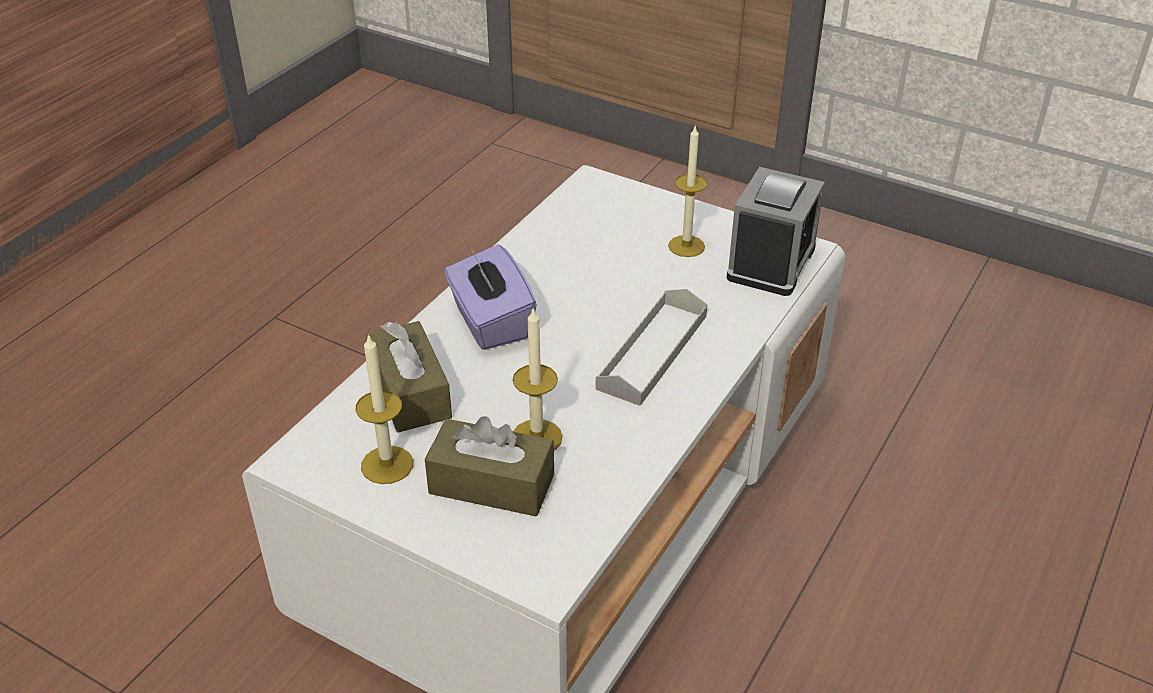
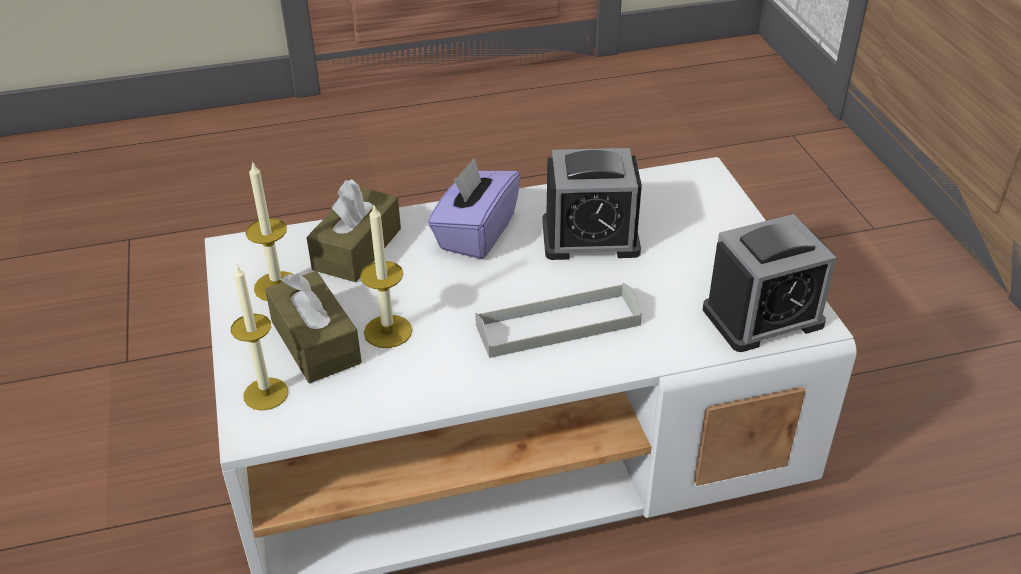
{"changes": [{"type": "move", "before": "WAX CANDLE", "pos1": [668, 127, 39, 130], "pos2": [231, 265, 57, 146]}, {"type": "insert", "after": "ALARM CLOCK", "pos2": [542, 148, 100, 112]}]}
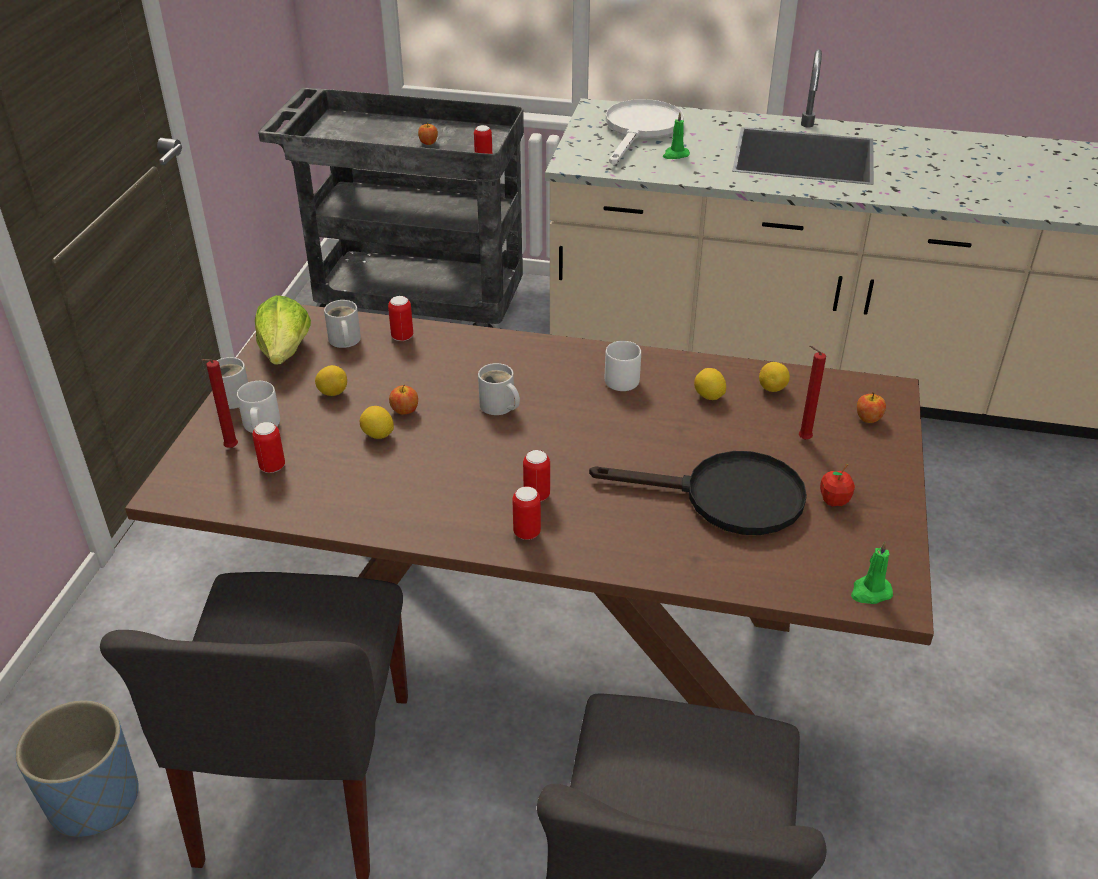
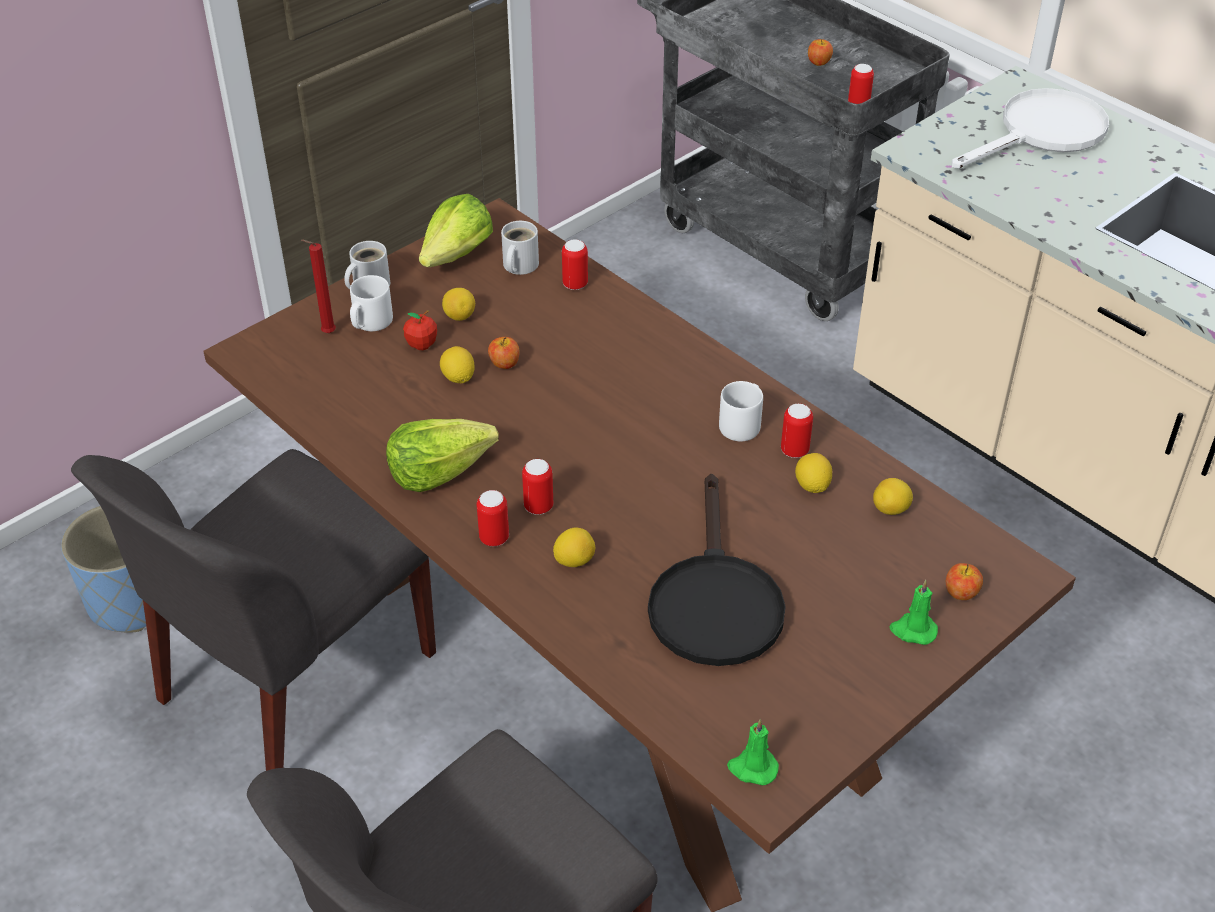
{"changes": [{"type": "move", "before": "GREEN-COLOURED WAX CANDLE", "pos1": [663, 112, 27, 47], "pos2": [890, 580, 48, 65]}, {"type": "delete", "before": "RED WAX CANDLE", "pos1": [799, 346, 27, 94]}, {"type": "delete", "before": "WHITE-COLOURED COFFEE MUG", "pos1": [478, 363, 42, 52]}, {"type": "move", "before": "SEALED CAN", "pos1": [252, 422, 33, 51], "pos2": [781, 404, 32, 54]}, {"type": "rotate", "before": "BLACKISH FRYING PAN", "pos1": [589, 451, 218, 84], "pos2": [648, 474, 138, 192], "turn": 45}, {"type": "move", "before": "WHOLE APPLE", "pos1": [820, 463, 35, 43], "pos2": [403, 310, 34, 40]}, {"type": "insert", "after": "LETTUCE HEAD", "pos2": [386, 419, 113, 73]}, {"type": "insert", "after": "WHOLE LEMON", "pos2": [553, 527, 42, 40]}]}
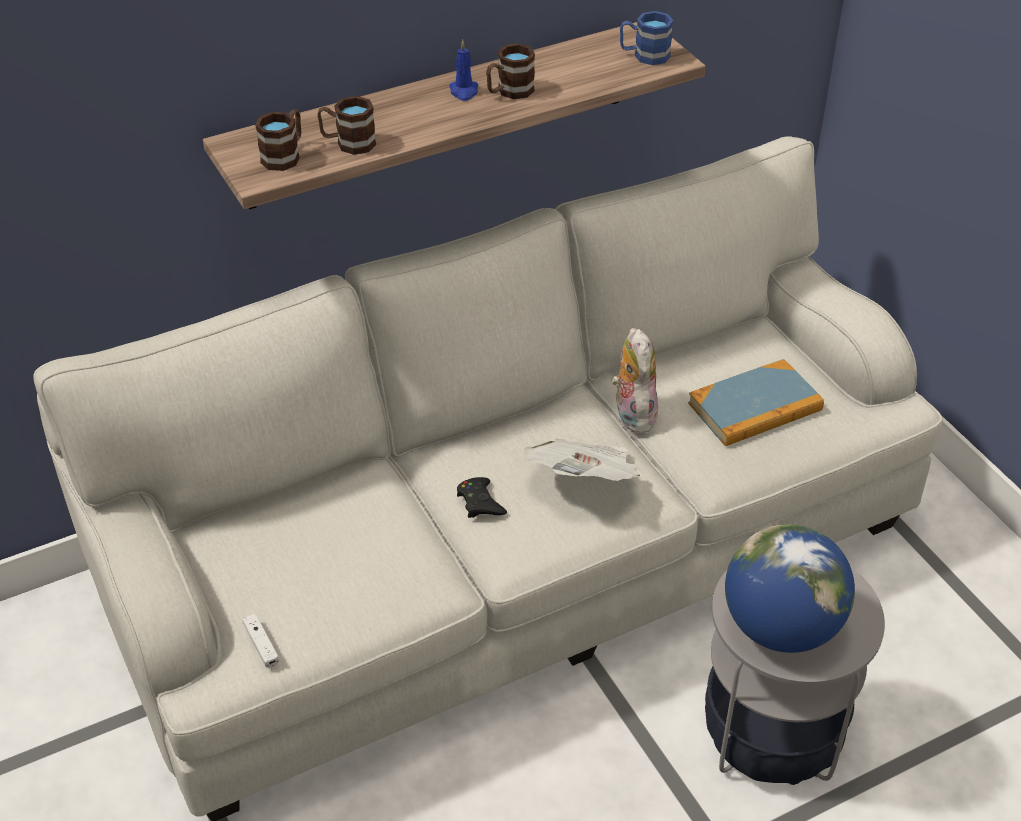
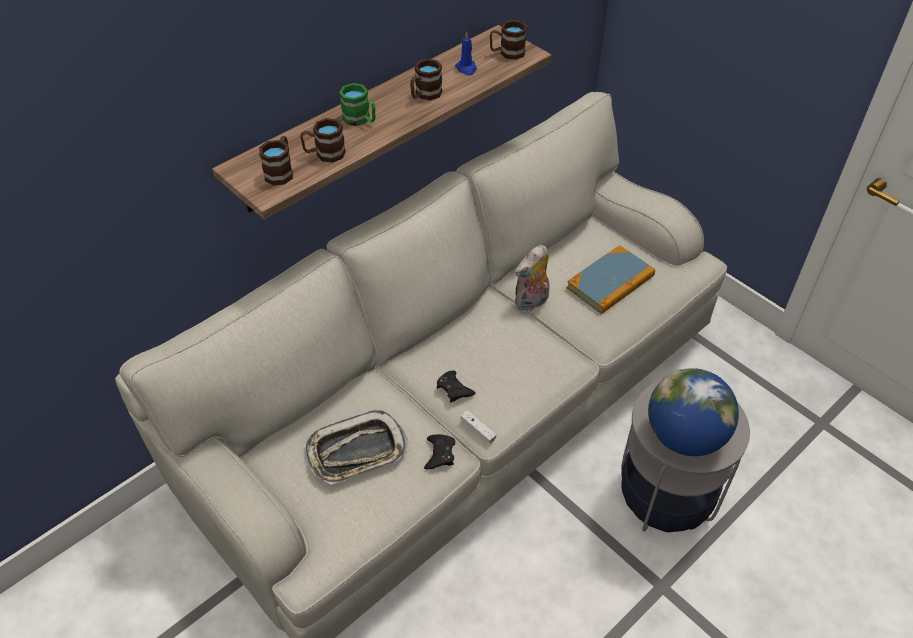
{"changes": [{"type": "recolor", "before": "BLUE COFFEE MUG", "after": "BROWN-COLOURED COFFEE MUG", "pos1": [620, 11, 54, 54], "pos2": [490, 20, 37, 40]}, {"type": "move", "before": "BLUE WAX CANDLE", "pos1": [449, 40, 29, 61], "pos2": [455, 32, 22, 43]}, {"type": "rotate", "before": "SOFT TOY", "pos1": [612, 328, 46, 105], "pos2": [515, 245, 34, 66], "turn": -105}, {"type": "delete", "before": "PRINTED PAPER", "pos1": [524, 438, 116, 43]}, {"type": "move", "before": "WHITE-COLOURED JOYPAD", "pos1": [242, 614, 37, 54], "pos2": [461, 410, 35, 33]}, {"type": "insert", "after": "GREEN-COLOURED COFFEE MUG", "pos2": [339, 83, 36, 43]}, {"type": "insert", "after": "TRAY", "pos2": [306, 410, 102, 75]}, {"type": "insert", "after": "BLACKISH JOYPAD", "pos2": [424, 434, 31, 36]}]}
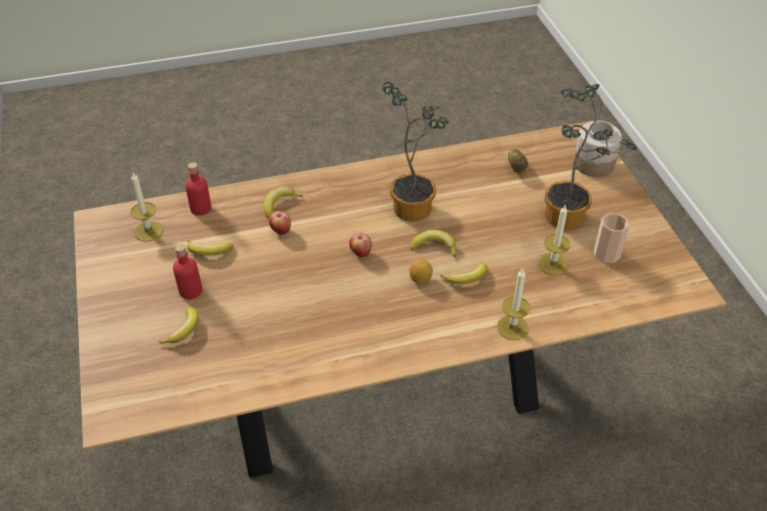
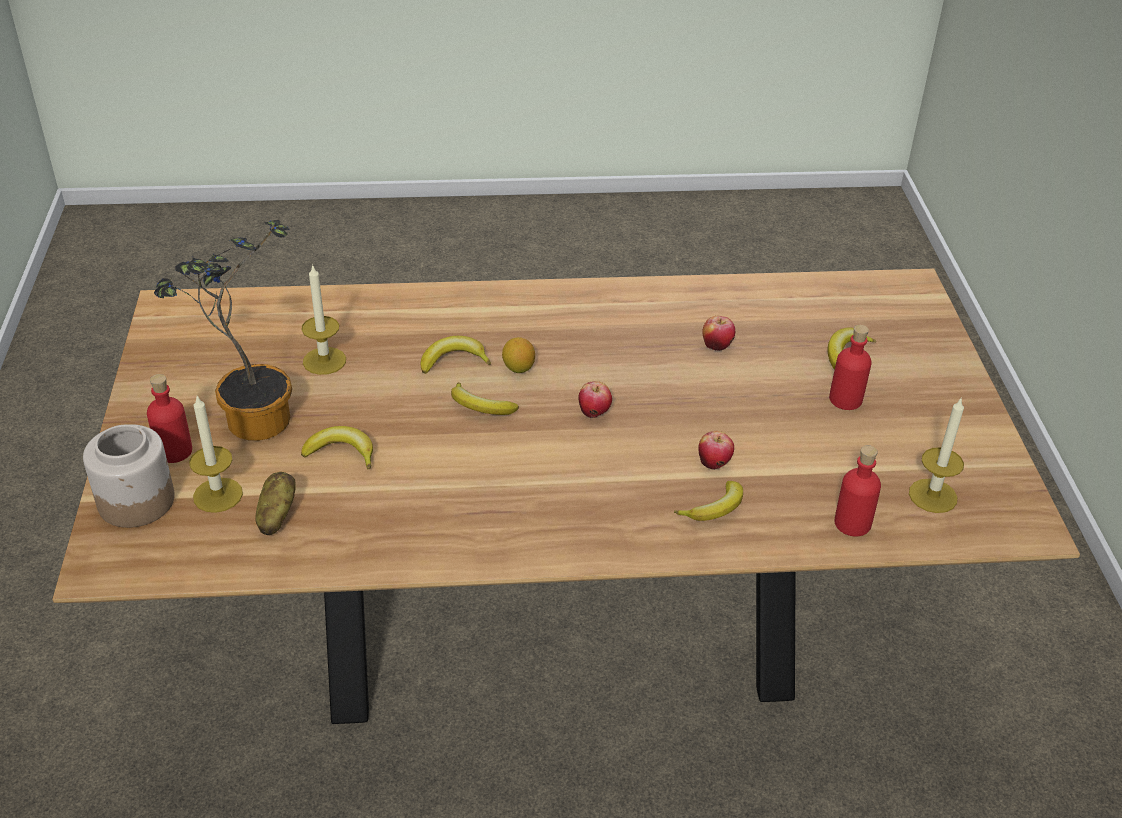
{"changes": [{"type": "delete", "before": "HOUSEPLANT", "pos1": [382, 81, 67, 141]}, {"type": "delete", "before": "SMALL CUP", "pos1": [594, 213, 35, 50]}, {"type": "move", "before": "WHOLE BANANA", "pos1": [187, 240, 47, 15], "pos2": [301, 426, 72, 44]}, {"type": "move", "before": "WAX CANDLE", "pos1": [497, 268, 33, 72], "pos2": [189, 396, 54, 117]}, {"type": "insert", "after": "WHOLE APPLE", "pos2": [702, 316, 33, 35]}, {"type": "insert", "after": "RED BOTTLE", "pos2": [147, 374, 45, 89]}]}
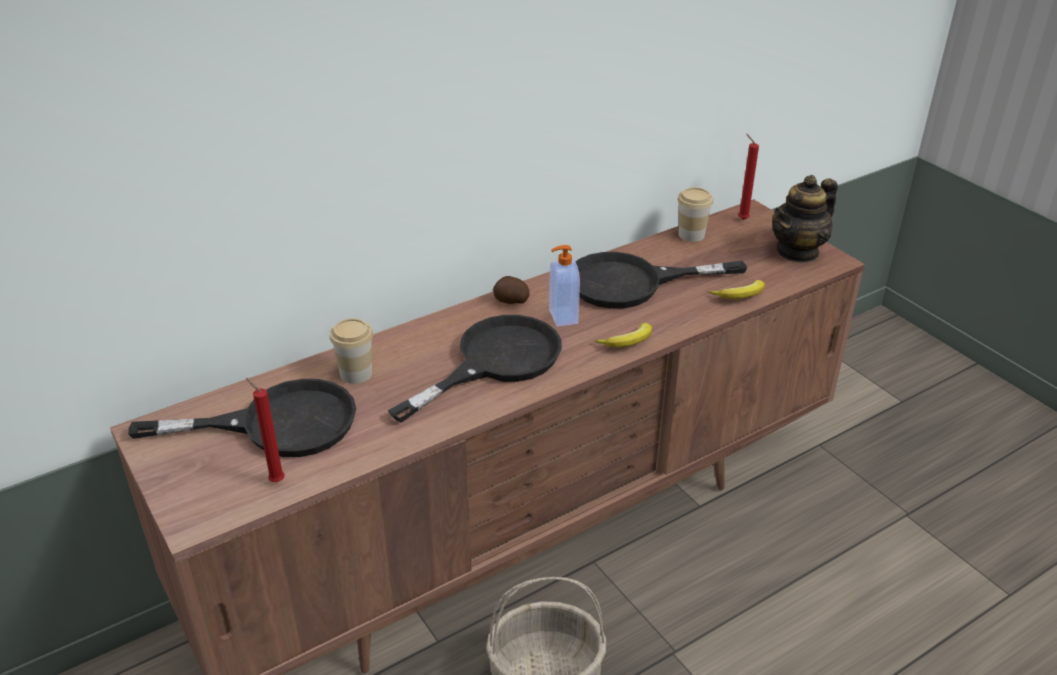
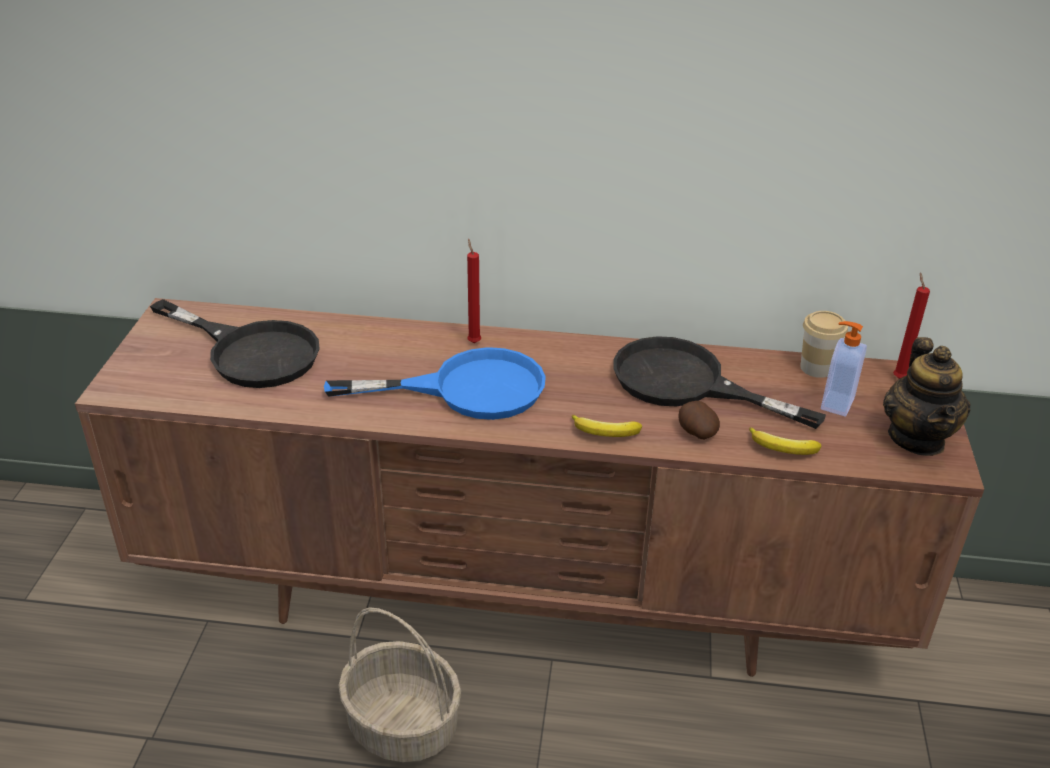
{"changes": [{"type": "rotate", "before": "TEAPOT", "pos1": [772, 175, 66, 88], "pos2": [883, 337, 88, 119], "turn": -90}, {"type": "move", "before": "LIQUID SOAP BOTTLE", "pos1": [549, 245, 31, 82], "pos2": [821, 321, 46, 96]}, {"type": "move", "before": "POTATO", "pos1": [493, 276, 37, 28], "pos2": [678, 401, 42, 39]}, {"type": "recolor", "before": "BLACKISH FRYING PAN", "after": "BLUE FRYING PAN", "pos1": [387, 315, 175, 108], "pos2": [324, 347, 222, 73]}, {"type": "delete", "before": "SMALL CUP", "pos1": [330, 318, 43, 66]}, {"type": "move", "before": "RED WAX CANDLE", "pos1": [246, 378, 39, 104], "pos2": [467, 239, 14, 104]}]}
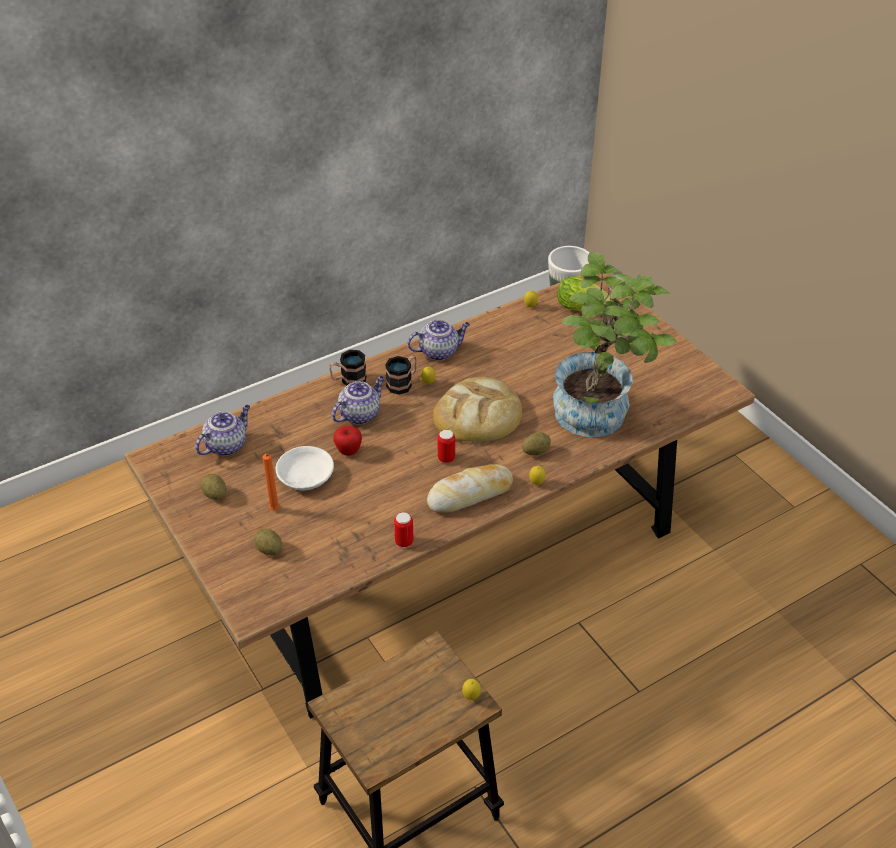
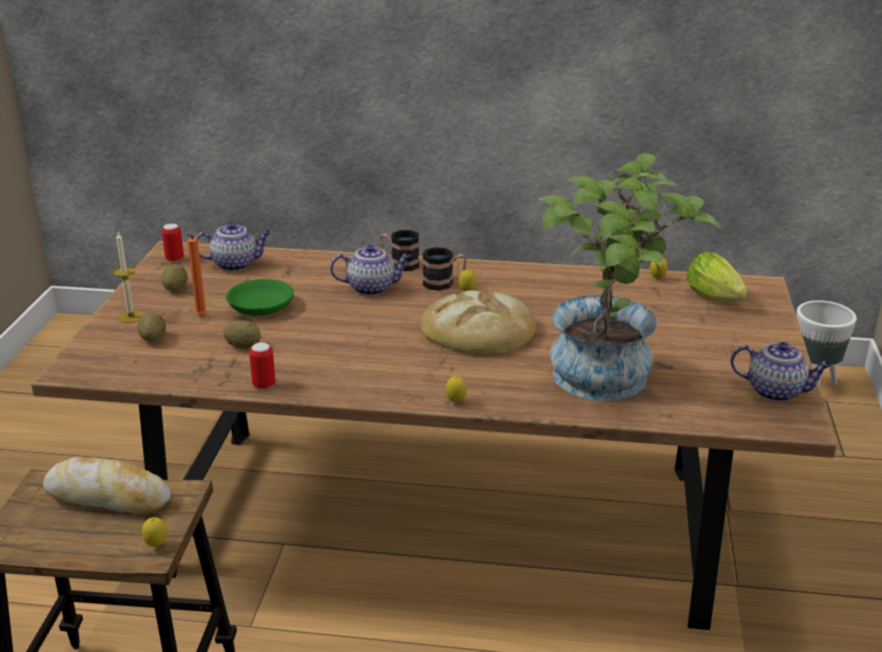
{"changes": [{"type": "move", "before": "TEAPOT", "pos1": [407, 319, 63, 42], "pos2": [730, 342, 102, 60]}, {"type": "delete", "before": "WHOLE APPLE", "pos1": [333, 426, 29, 30]}, {"type": "move", "before": "SEALED CAN", "pos1": [438, 430, 17, 33], "pos2": [162, 223, 22, 39]}, {"type": "move", "before": "POTATO", "pos1": [522, 432, 29, 23], "pos2": [223, 320, 38, 29]}, {"type": "recolor", "before": "WHITE-COLOURED DEEP DISH", "after": "GREEN-COLOURED DEEP DISH", "pos1": [276, 446, 58, 45], "pos2": [226, 279, 68, 37]}, {"type": "move", "before": "BREAD", "pos1": [427, 464, 86, 49], "pos2": [43, 457, 128, 57]}, {"type": "insert", "after": "WAX CANDLE", "pos2": [113, 232, 31, 91]}]}
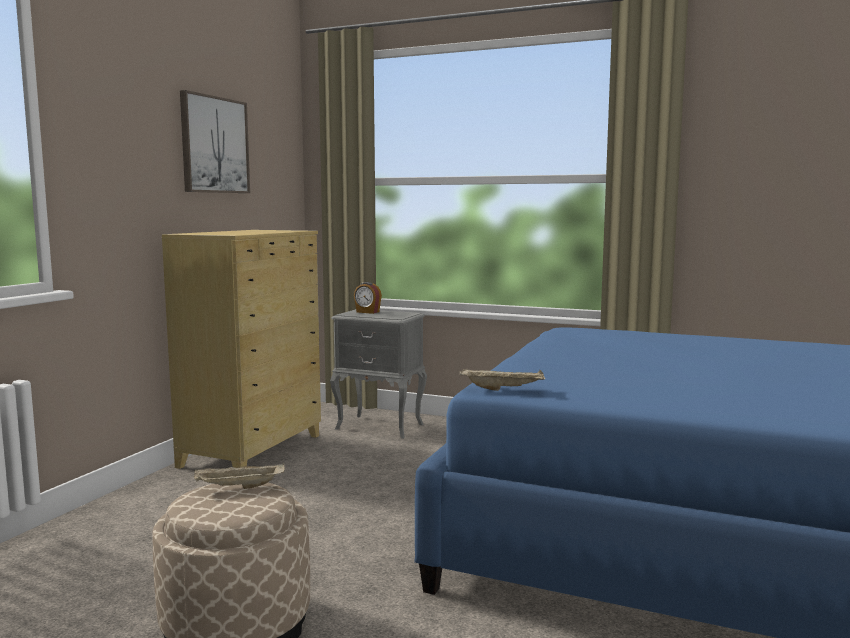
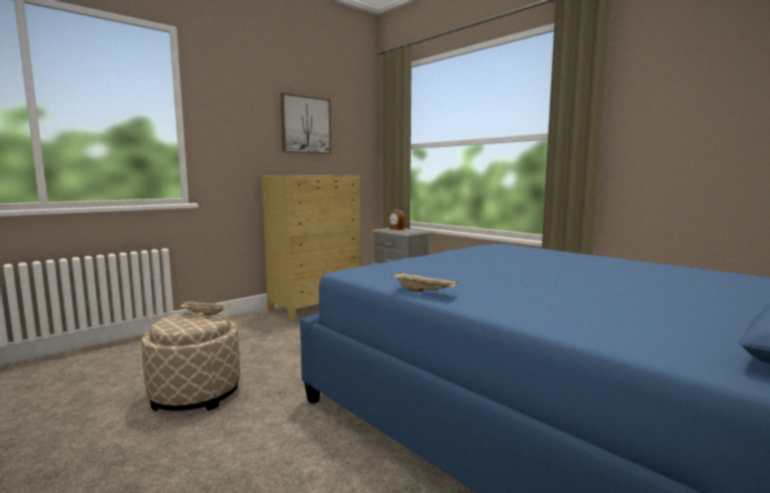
{"changes": [{"type": "move", "before": "BEIGE-COLOURED TRAY", "pos1": [460, 369, 85, 22], "pos2": [391, 272, 67, 20]}]}
